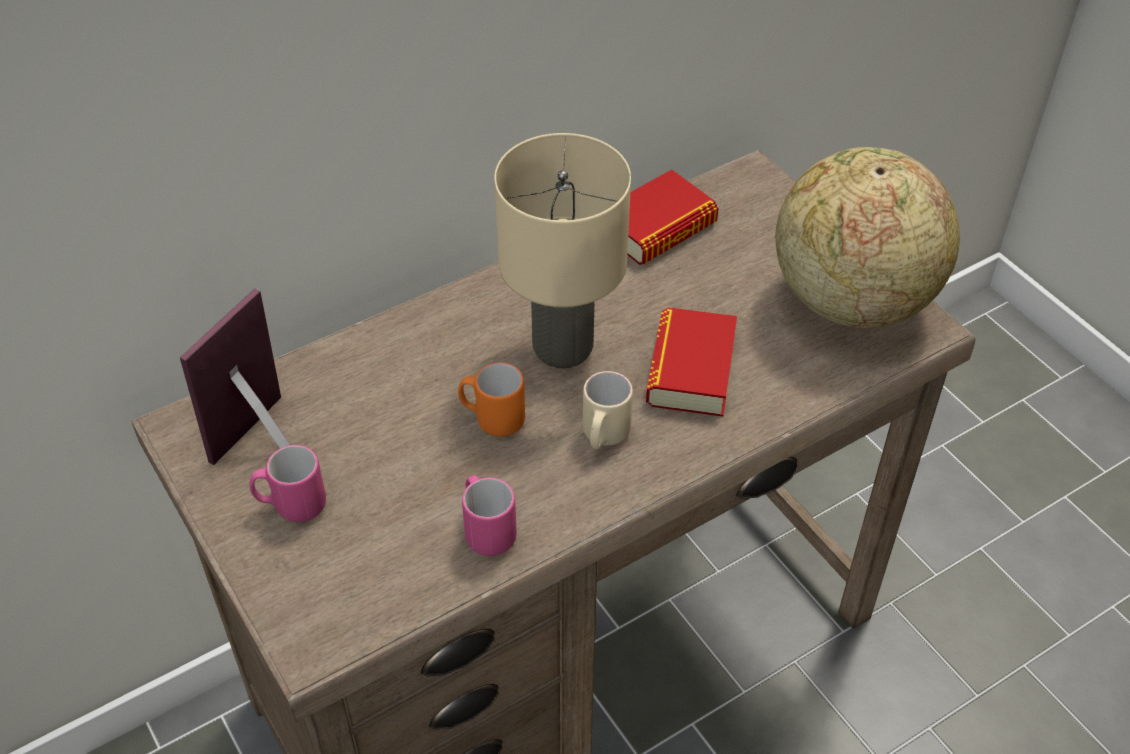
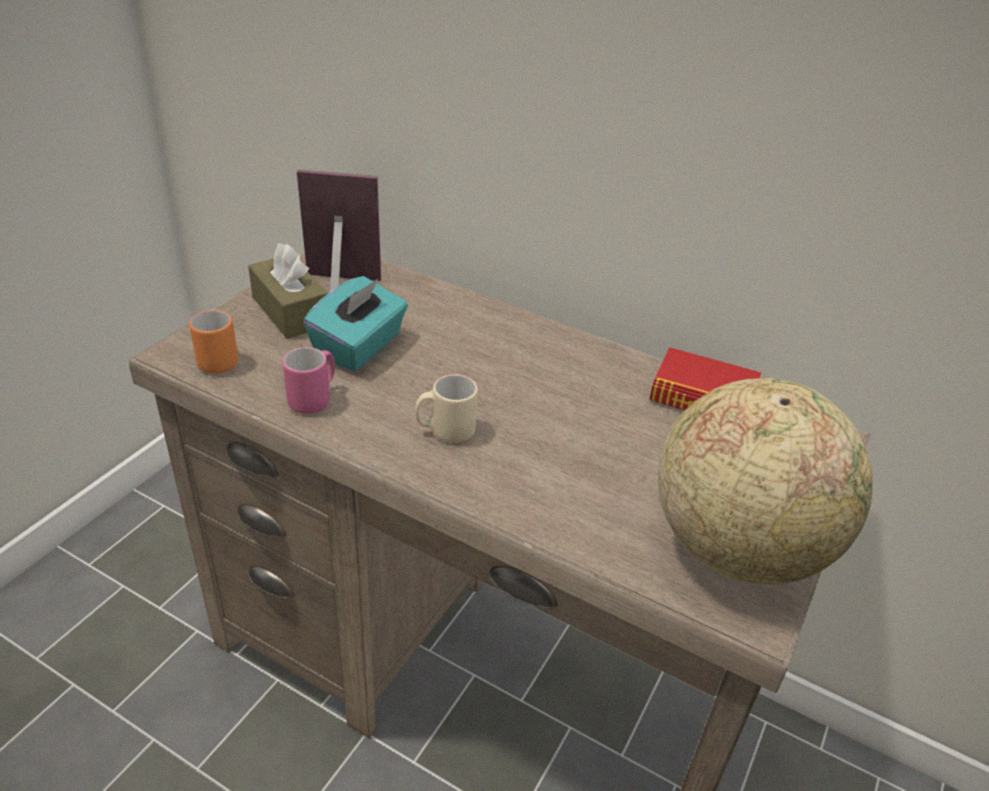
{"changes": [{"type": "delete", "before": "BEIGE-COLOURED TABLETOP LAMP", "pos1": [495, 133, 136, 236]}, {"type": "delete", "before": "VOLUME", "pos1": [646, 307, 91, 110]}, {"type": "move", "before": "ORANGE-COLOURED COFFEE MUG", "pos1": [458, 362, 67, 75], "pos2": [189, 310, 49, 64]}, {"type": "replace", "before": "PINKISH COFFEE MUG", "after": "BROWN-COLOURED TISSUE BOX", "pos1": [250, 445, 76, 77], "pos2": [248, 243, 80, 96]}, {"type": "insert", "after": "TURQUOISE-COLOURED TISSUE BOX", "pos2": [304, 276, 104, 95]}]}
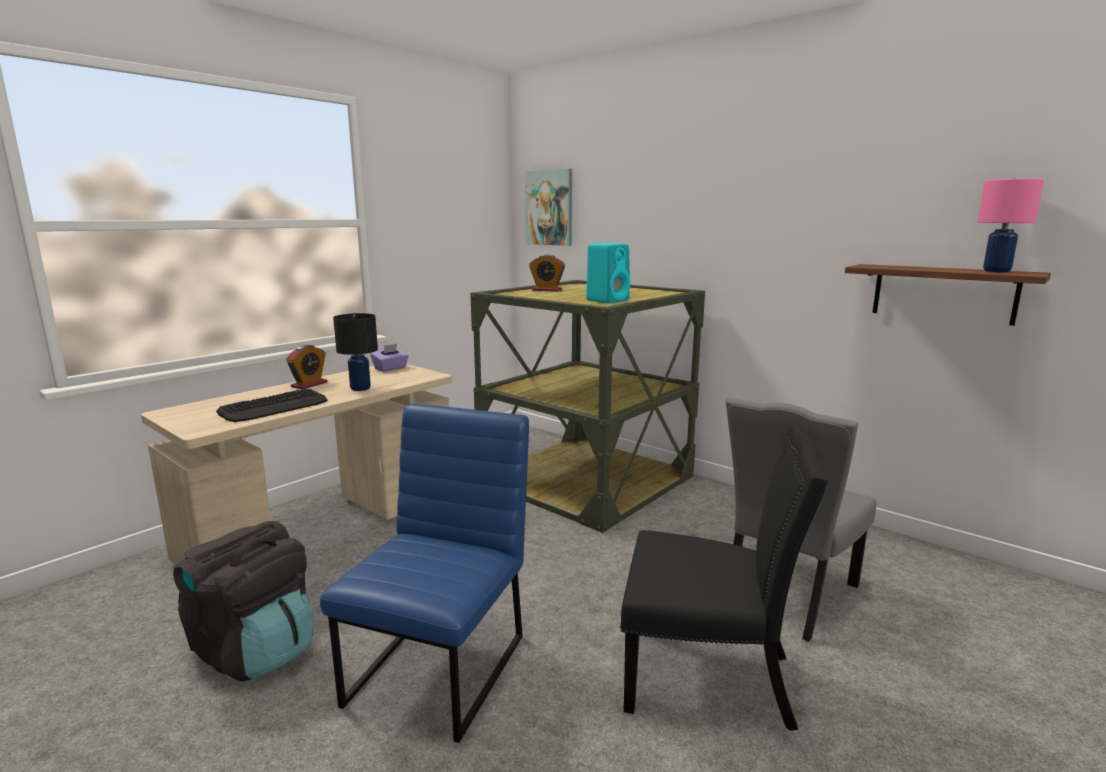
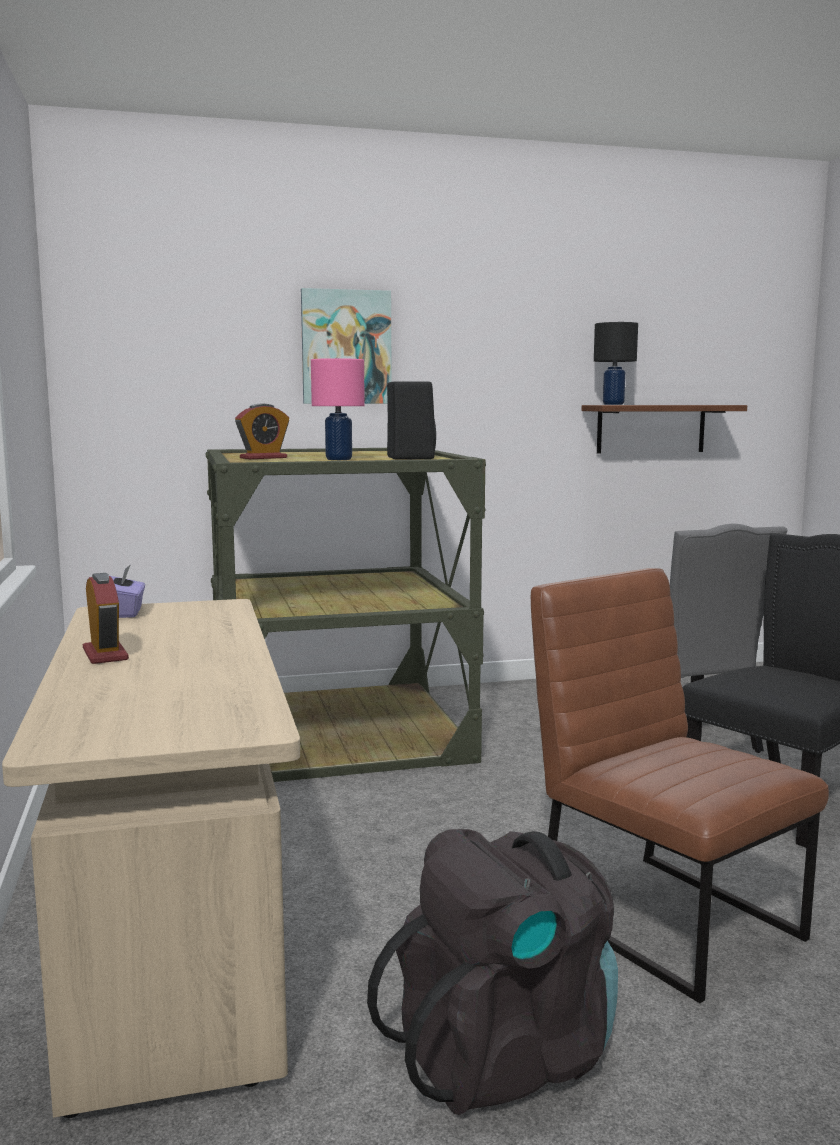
{"changes": [{"type": "move", "before": "WALL ART", "pos1": [525, 169, 47, 77], "pos2": [301, 288, 91, 116]}, {"type": "move", "before": "PINKISH TABLETOP LAMP", "pos1": [977, 178, 67, 94], "pos2": [311, 357, 54, 103]}, {"type": "recolor", "before": "TURQUOISE-COLOURED SPEAKER", "after": "BLACKISH SPEAKER", "pos1": [586, 243, 44, 60], "pos2": [387, 381, 49, 79]}, {"type": "move", "before": "BLACKISH TABLETOP LAMP", "pos1": [333, 313, 45, 78], "pos2": [594, 322, 44, 83]}, {"type": "delete", "before": "PC KEYBOARD", "pos1": [216, 389, 111, 33]}, {"type": "recolor", "before": "BLUE UPRIGHT CHAIR", "after": "BROWN-COLOURED UPRIGHT CHAIR", "pos1": [320, 404, 209, 339], "pos2": [531, 568, 298, 435]}]}
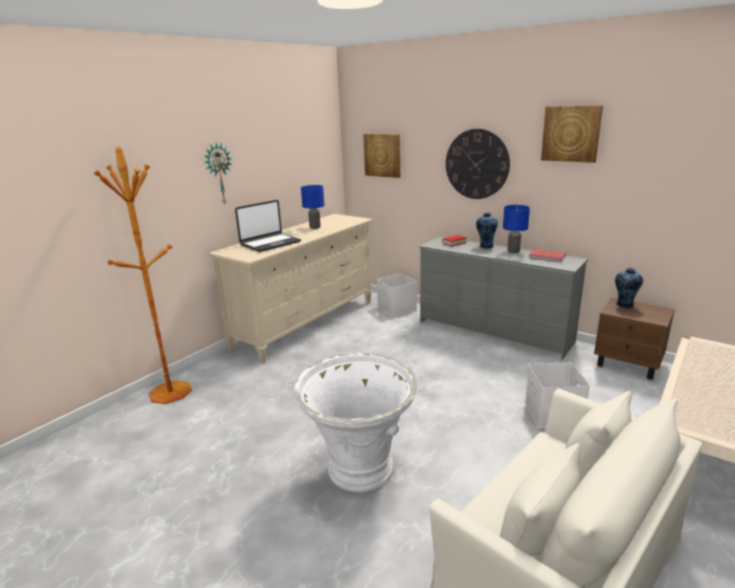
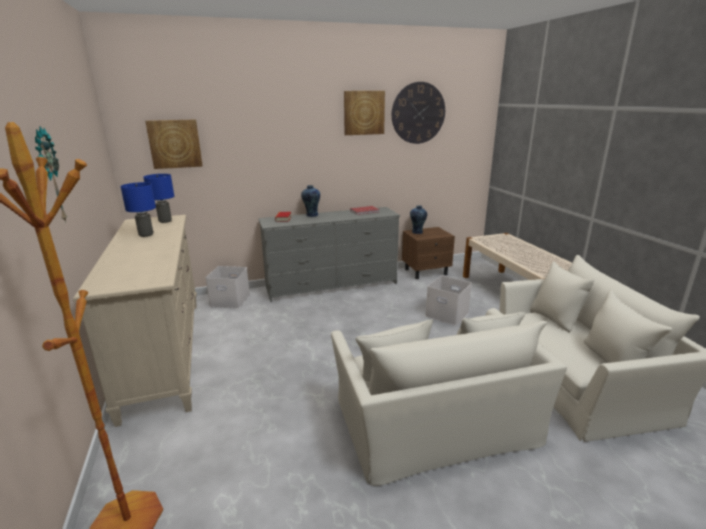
{"changes": [{"type": "move", "before": "WALL CLOCK", "pos1": [446, 129, 64, 70], "pos2": [392, 82, 53, 62]}, {"type": "delete", "before": "PORTABLE COMPUTER", "pos1": [235, 200, 66, 52]}, {"type": "move", "before": "BLUE TABLETOP LAMP", "pos1": [503, 205, 27, 48], "pos2": [143, 174, 31, 49]}, {"type": "replace", "before": "WHITE-COLOURED PLANT POT", "after": "BEIGE-COLOURED EASY CHAIR", "pos1": [295, 353, 122, 139], "pos2": [331, 308, 236, 178]}]}
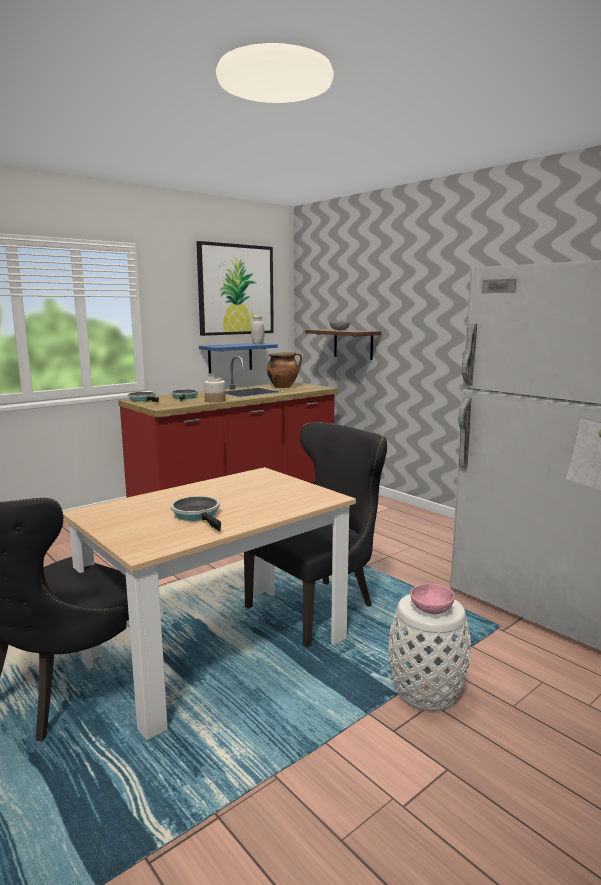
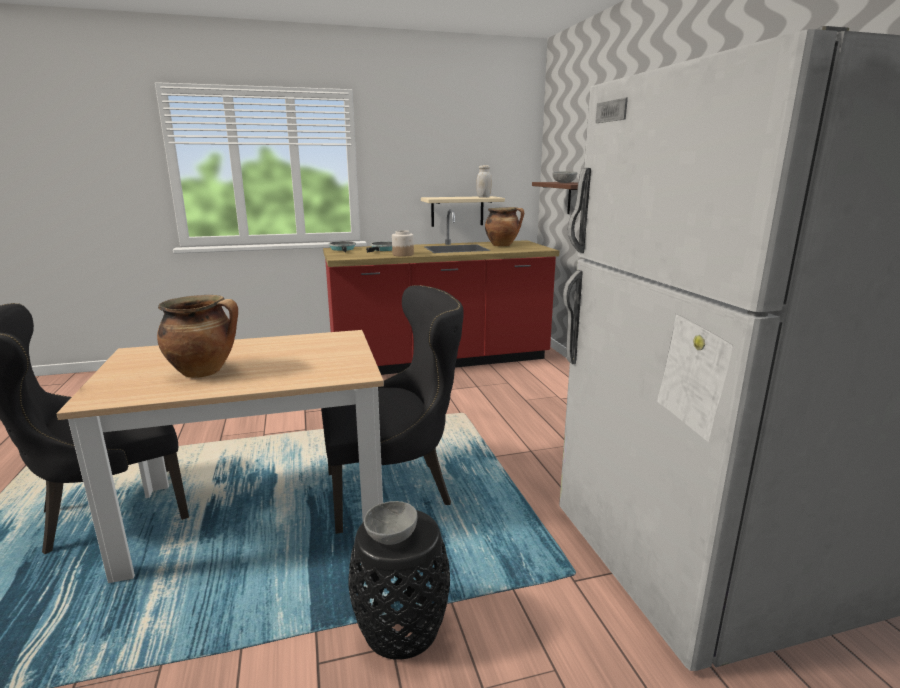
{"changes": [{"type": "delete", "before": "WALL ART", "pos1": [196, 241, 78, 95]}, {"type": "recolor", "before": "BLUE SHELF", "after": "BEIGE-COLOURED SHELF", "pos1": [199, 343, 79, 30], "pos2": [421, 196, 84, 31]}, {"type": "replace", "before": "FRYING PAN", "after": "COOKING POT", "pos1": [171, 496, 50, 35], "pos2": [157, 295, 81, 83]}, {"type": "recolor", "before": "PINKISH DEEP DISH", "after": "GREY DEEP DISH", "pos1": [411, 584, 44, 31], "pos2": [364, 501, 53, 44]}, {"type": "recolor", "before": "WHITE-COLOURED STOOL", "after": "BLACKISH STOOL", "pos1": [389, 594, 82, 117], "pos2": [348, 510, 102, 150]}]}
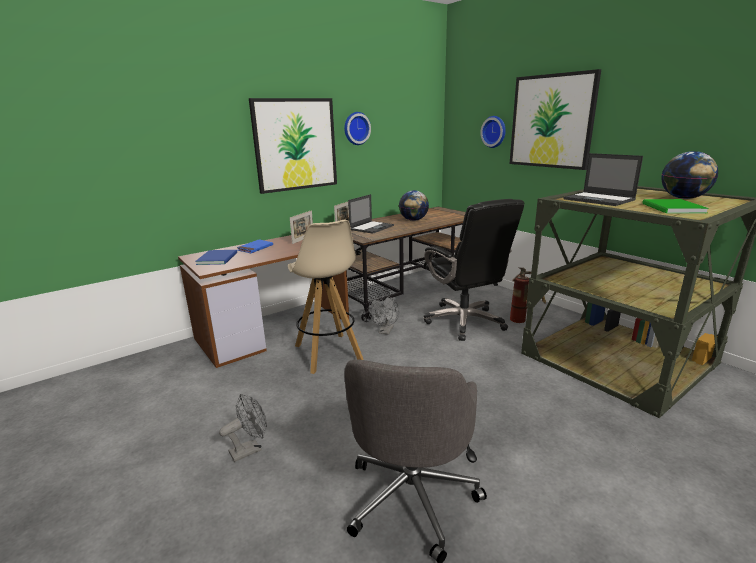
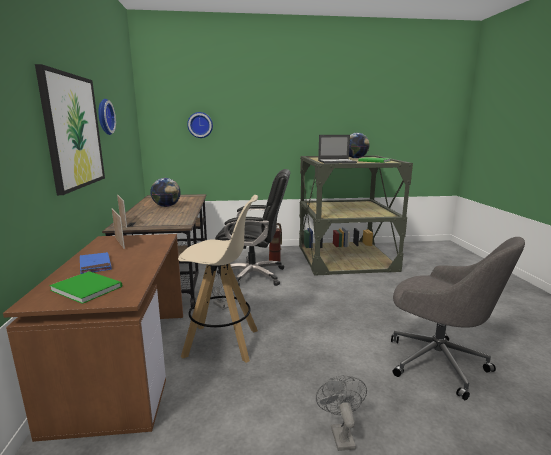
{"changes": [{"type": "delete", "before": "WALL ART", "pos1": [510, 69, 91, 101]}, {"type": "delete", "before": "PORTABLE COMPUTER", "pos1": [348, 194, 46, 40]}, {"type": "recolor", "before": "BLUE VOLUME", "after": "GREEN-COLOURED VOLUME", "pos1": [195, 250, 42, 15], "pos2": [49, 271, 73, 33]}]}
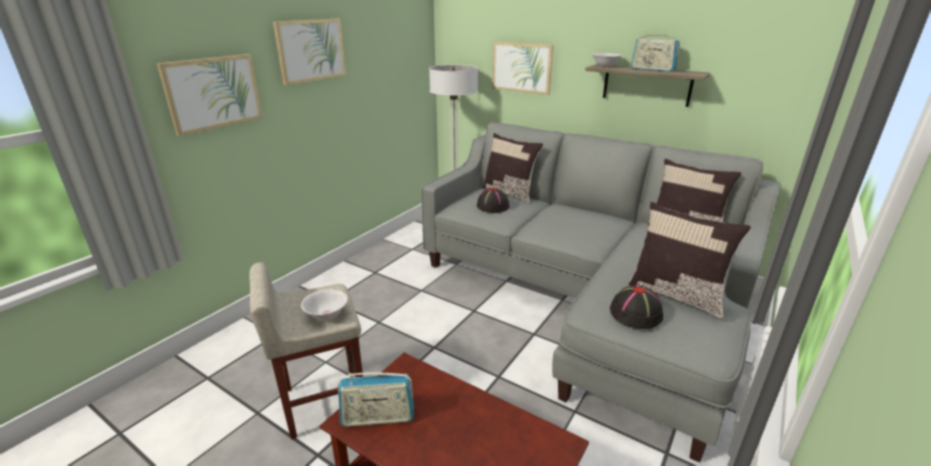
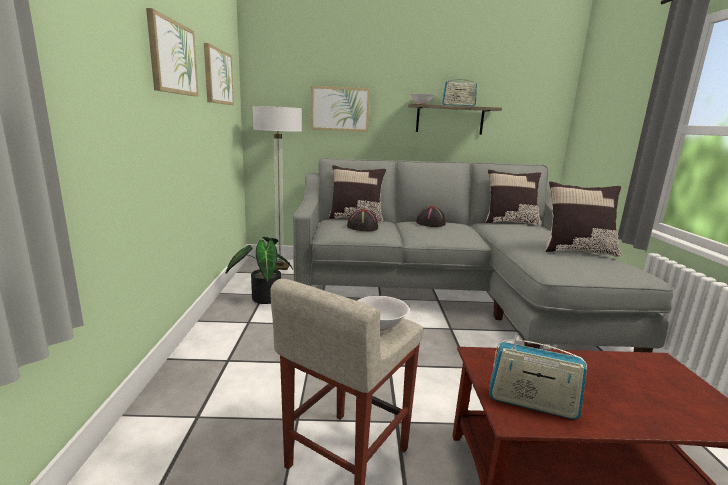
{"changes": [{"type": "move", "before": "WALL ART", "pos1": [156, 54, 107, 82], "pos2": [204, 43, 30, 62]}, {"type": "move", "before": "BLACKISH WEARABLE HAT", "pos1": [610, 285, 53, 44], "pos2": [416, 206, 30, 21]}, {"type": "rotate", "before": "RADIO", "pos1": [338, 372, 76, 55], "pos2": [489, 335, 98, 85], "turn": 60}, {"type": "insert", "after": "HOUSEPLANT", "pos2": [225, 237, 68, 67]}]}
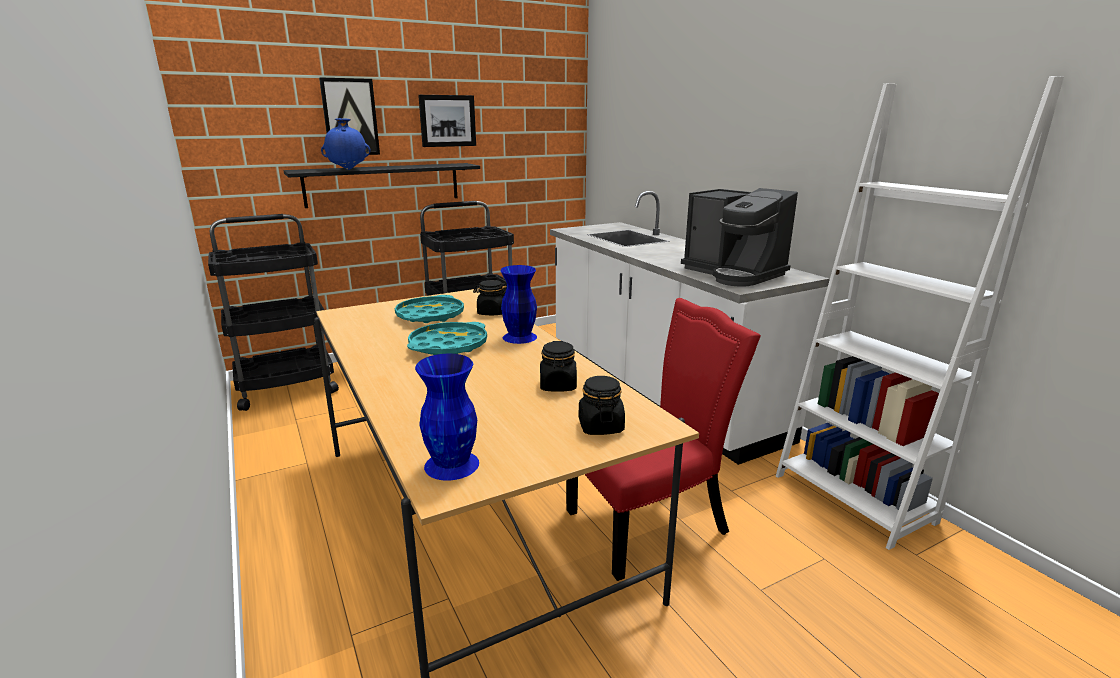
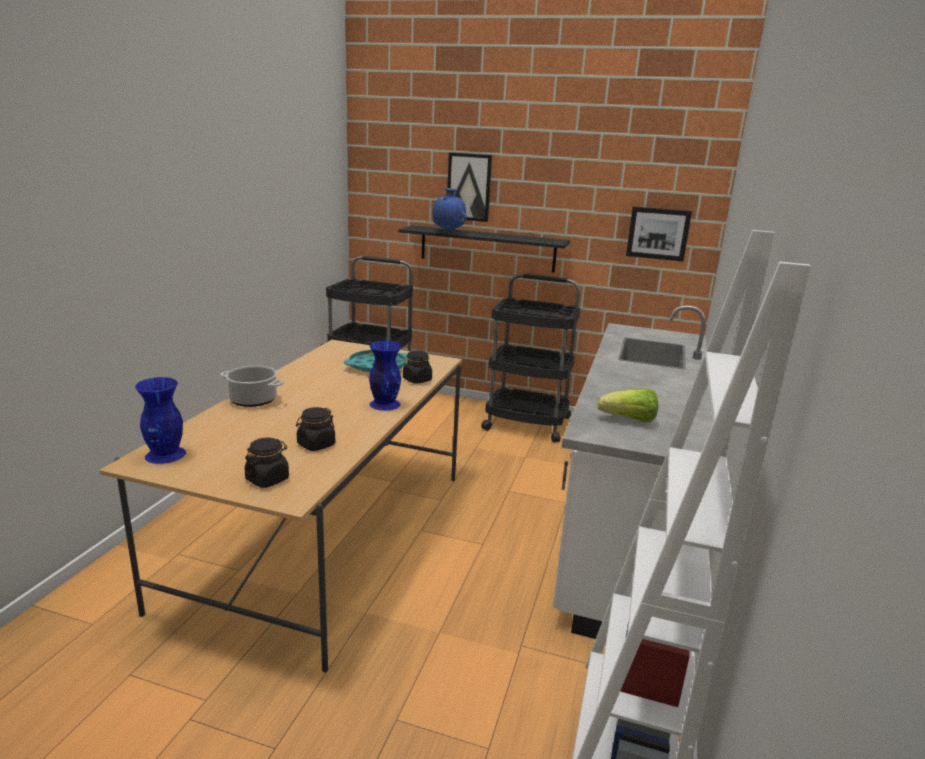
{"changes": [{"type": "move", "before": "WALL ART", "pos1": [418, 95, 58, 52], "pos2": [626, 206, 66, 55]}, {"type": "replace", "before": "COFFEE BREWER", "after": "LETTUCE HEAD", "pos1": [681, 188, 117, 99], "pos2": [597, 389, 61, 33]}, {"type": "delete", "before": "RED UPRIGHT CHAIR", "pos1": [566, 298, 195, 283]}, {"type": "delete", "before": "TURQUOISE-COLOURED TRAY", "pos1": [407, 322, 80, 33]}, {"type": "insert", "after": "COOKING POT", "pos2": [220, 365, 64, 42]}]}
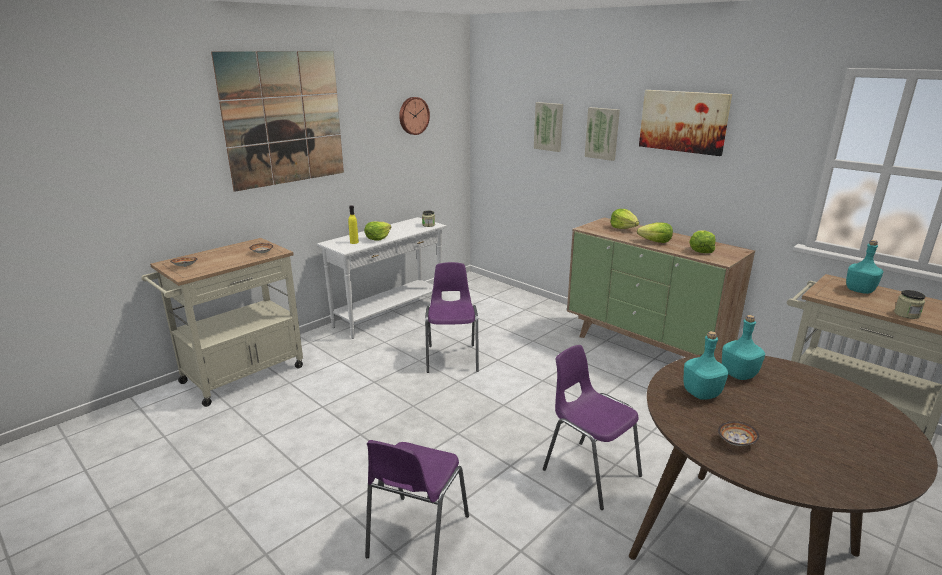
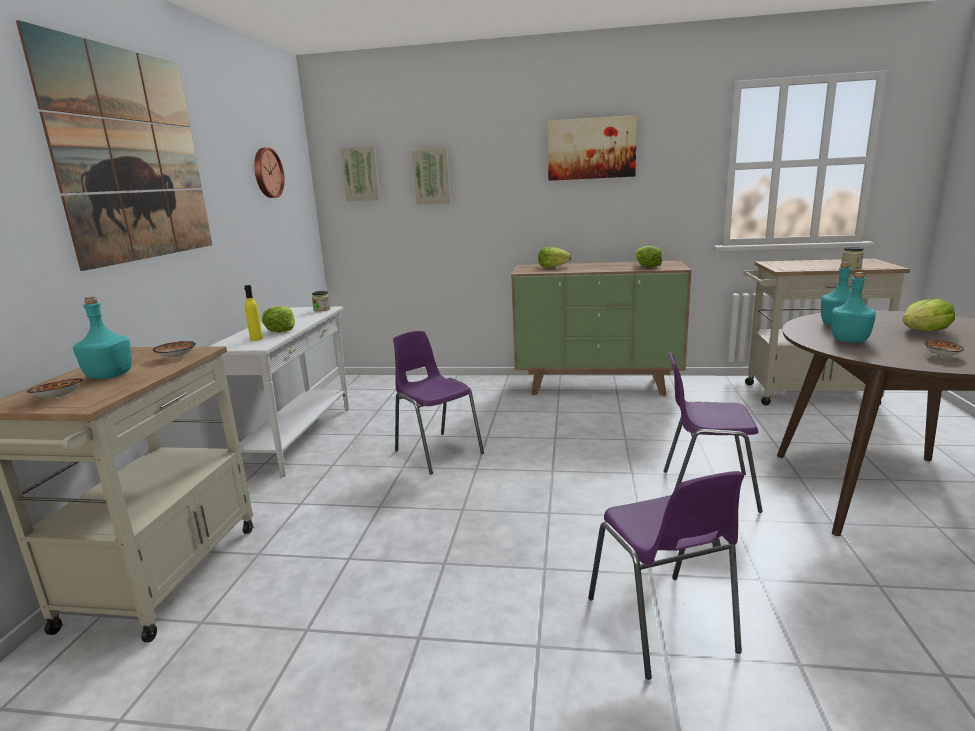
{"changes": [{"type": "move", "before": "WALL ART", "pos1": [585, 107, 35, 54], "pos2": [340, 146, 40, 55]}, {"type": "move", "before": "LETTUCE HEAD", "pos1": [637, 223, 36, 20], "pos2": [903, 299, 52, 32]}, {"type": "move", "before": "TURQUOISE-COLOURED BOTTLE", "pos1": [846, 240, 37, 54], "pos2": [73, 296, 59, 83]}]}
